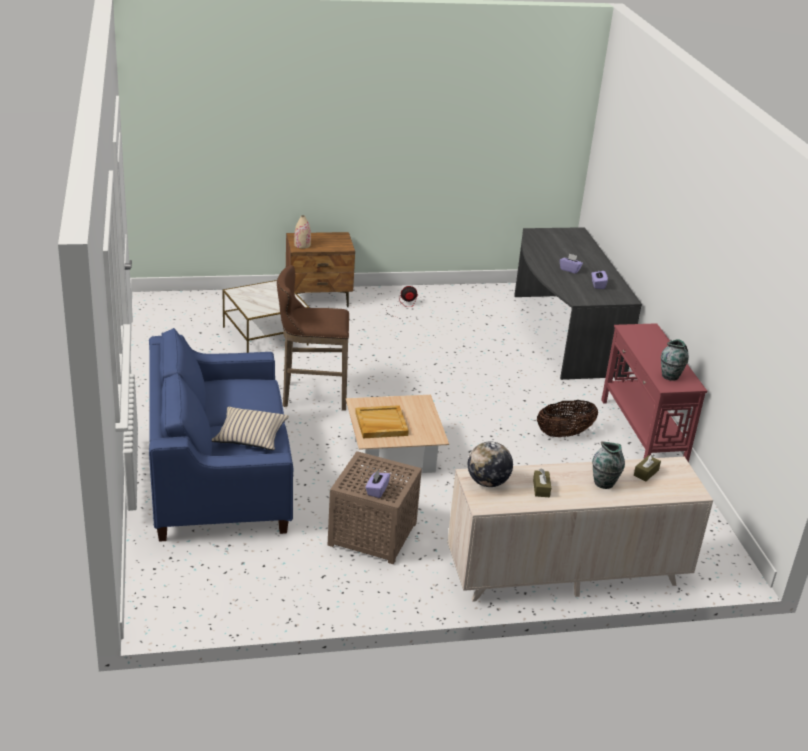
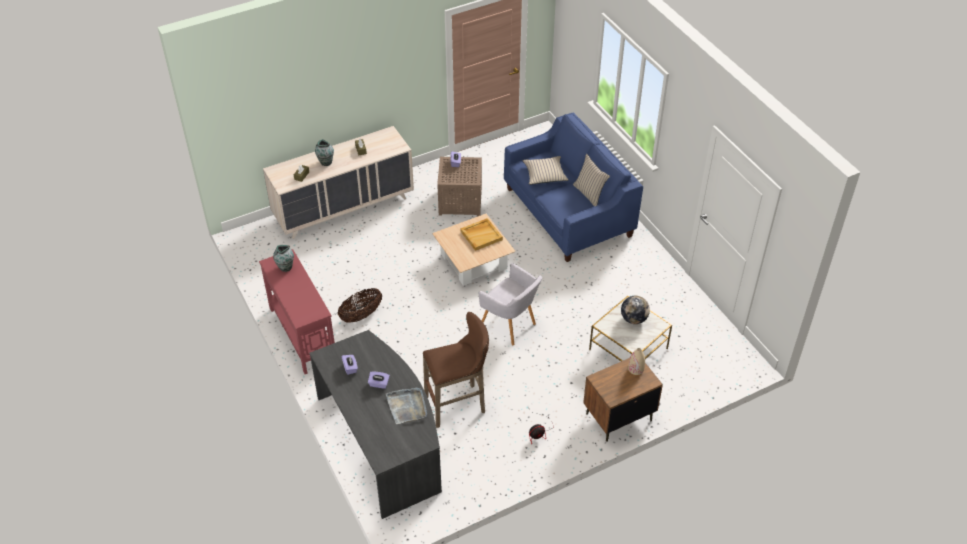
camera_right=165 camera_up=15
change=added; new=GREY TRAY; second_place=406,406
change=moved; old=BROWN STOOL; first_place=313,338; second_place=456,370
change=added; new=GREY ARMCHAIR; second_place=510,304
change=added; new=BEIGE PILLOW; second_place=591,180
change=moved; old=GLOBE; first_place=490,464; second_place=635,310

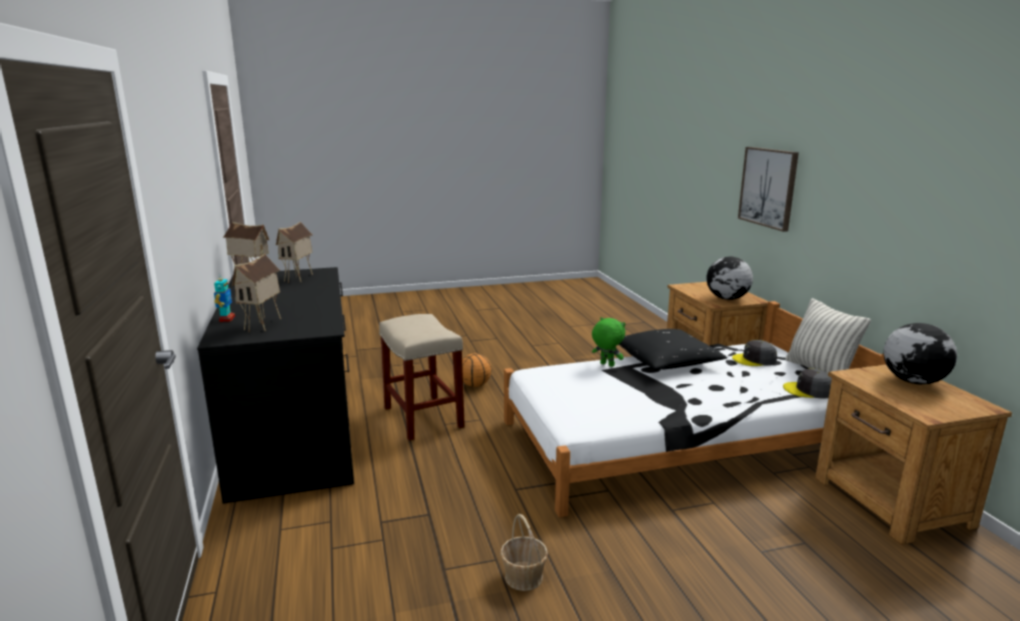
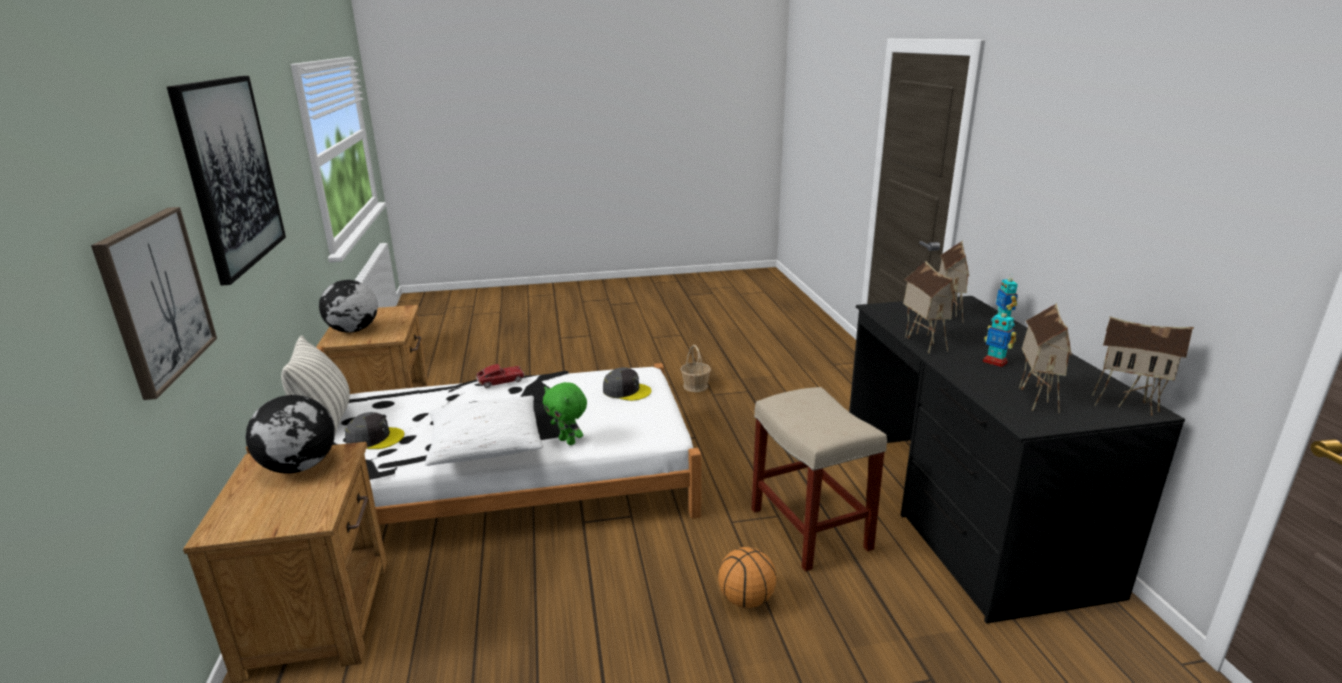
camera_right=-175 camera_up=5
change=added; new=PICTURE; second_place=226,181
change=recoloured; old=BLACK PILLOW; new=WHITE PILLOW; first_place=673,349; second_place=484,431
change=added; new=TOY CAR; second_place=500,376
change=moved; old=GREY CAP; first_place=807,384; second_place=627,384
change=added; new=TOY HOUSE; second_place=929,307
change=added; new=TOY ROBOT; second_place=999,337

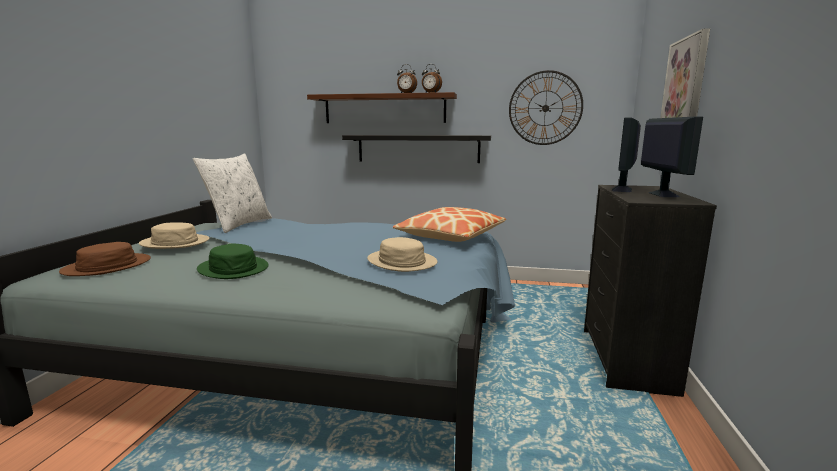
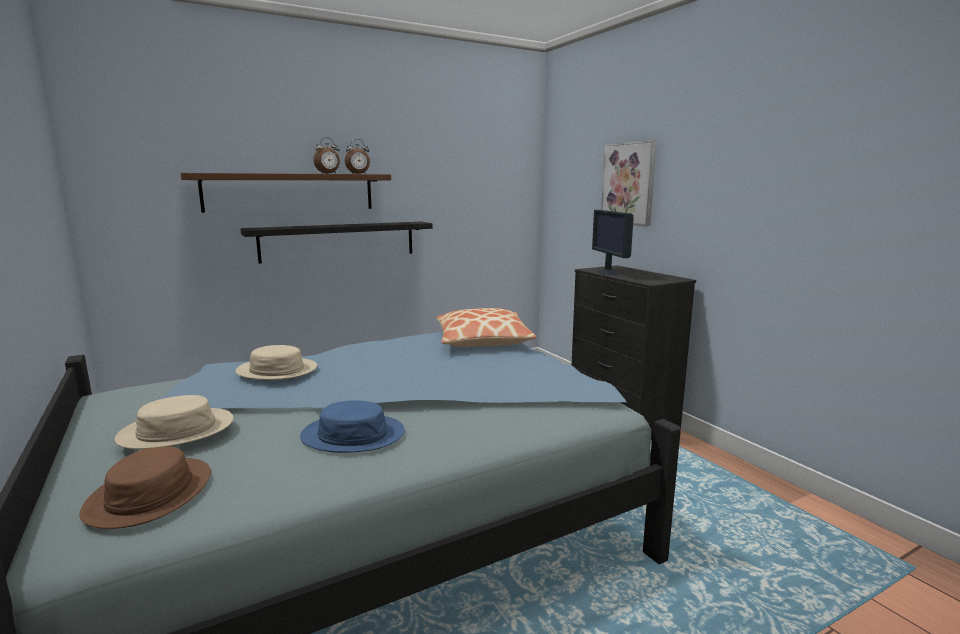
camera_right=-40 camera_up=0
change=moved; old=BEIGE HAT; first_place=402,254; second_place=276,362
change=recoloured; old=GREEN HAT; new=BLUE HAT; first_place=233,261; second_place=352,426
change=removed; old=WHITE PILLOW; first_place=232,193
change=removed; old=WALL CLOCK; first_place=546,107
change=removed; old=MONITOR; first_place=672,156

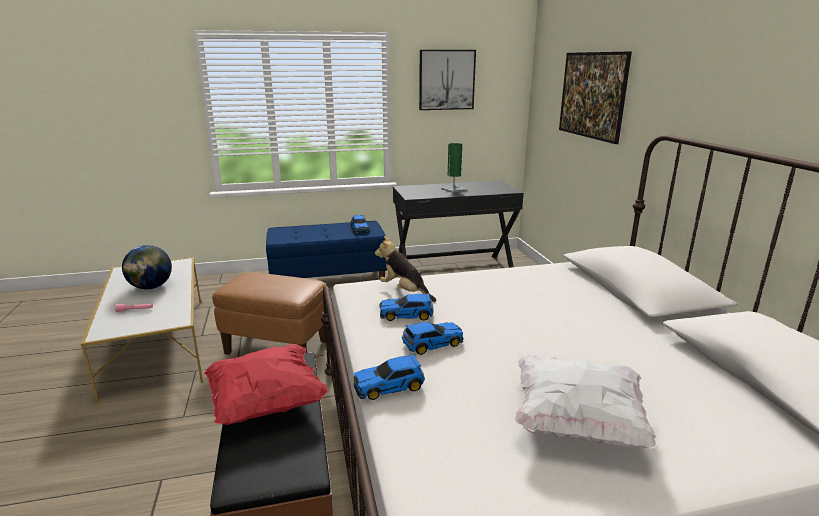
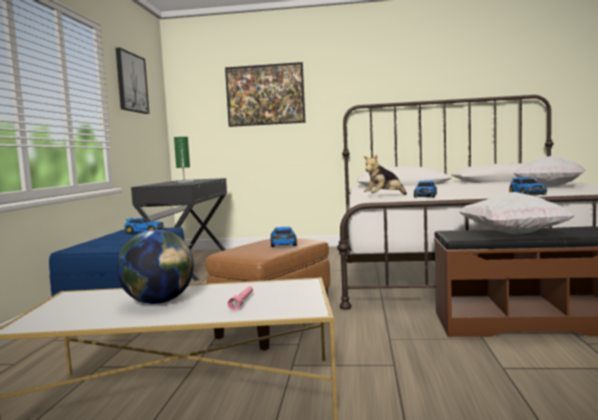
camera_right=-70 camera_up=-15
change=moved; old=TOY CAR; first_place=433,338; second_place=284,237
change=recoloured; old=RED PILLOW; new=WHITE PILLOW; first_place=265,384; second_place=517,213

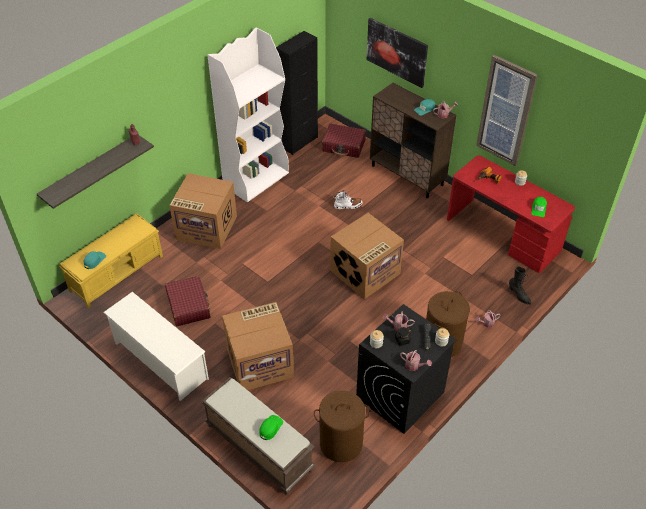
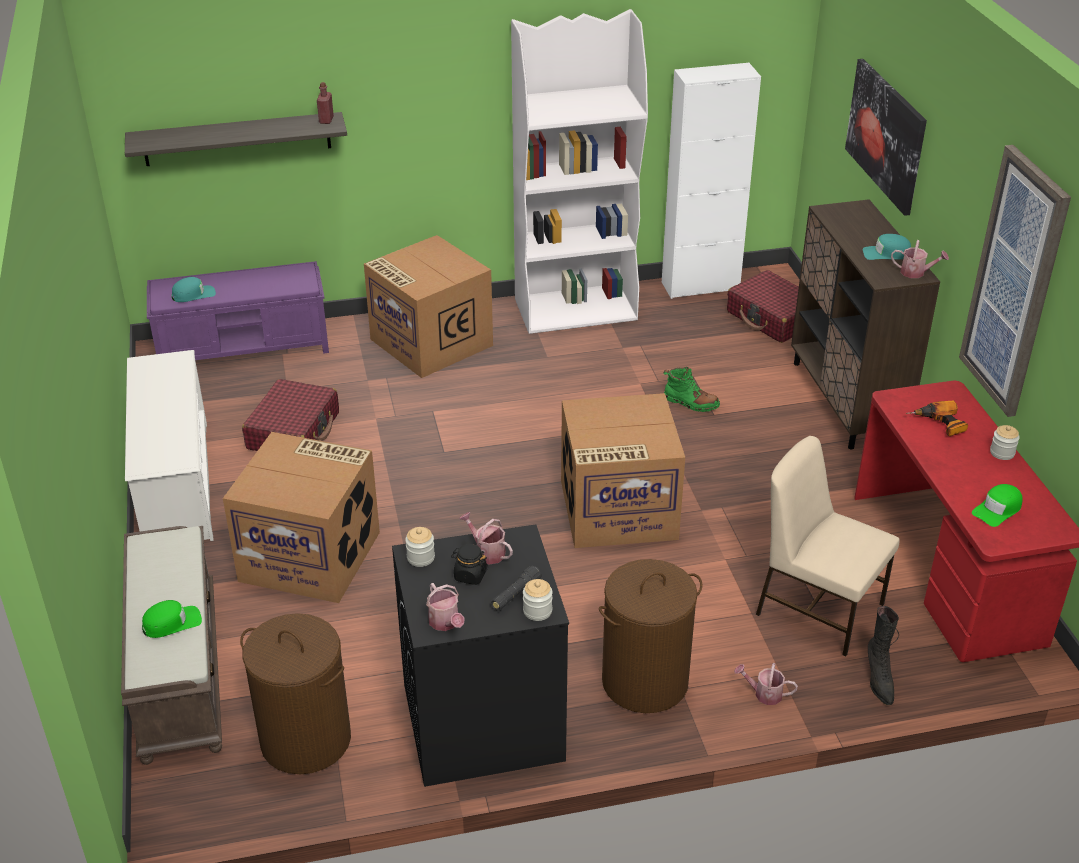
camera_right=35 camera_up=-10
change=recoloured; old=YELLOW BENCH; new=PURPLE BENCH; first_place=111,261; second_place=238,310
change=recoloured; old=BLACK CABINET; new=WHITE CABINET; first_place=297,93; second_place=711,181
change=recoloured; old=WHITE BOOT; new=GREEN BOOT; first_place=348,200; second_place=692,389
change=added; new=BEIGE CHAIR; second_place=828,546

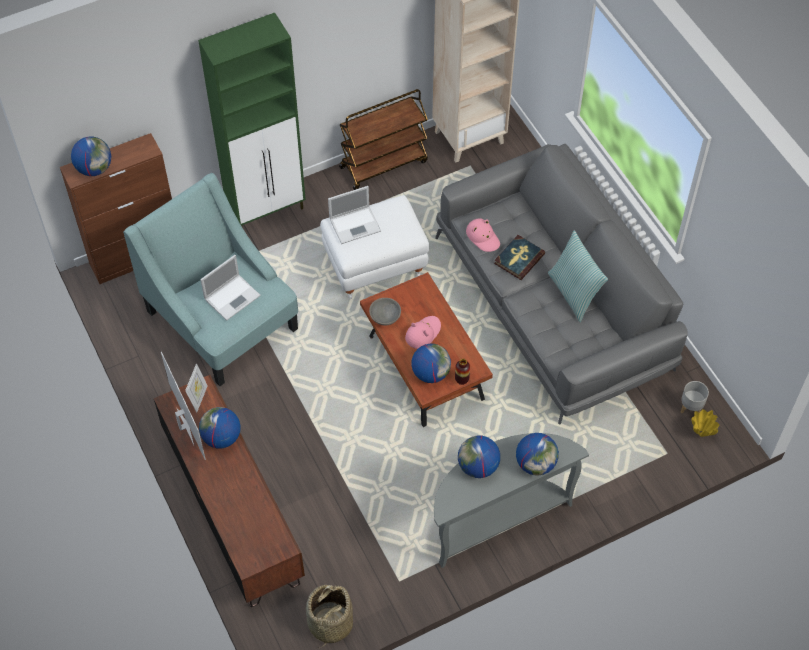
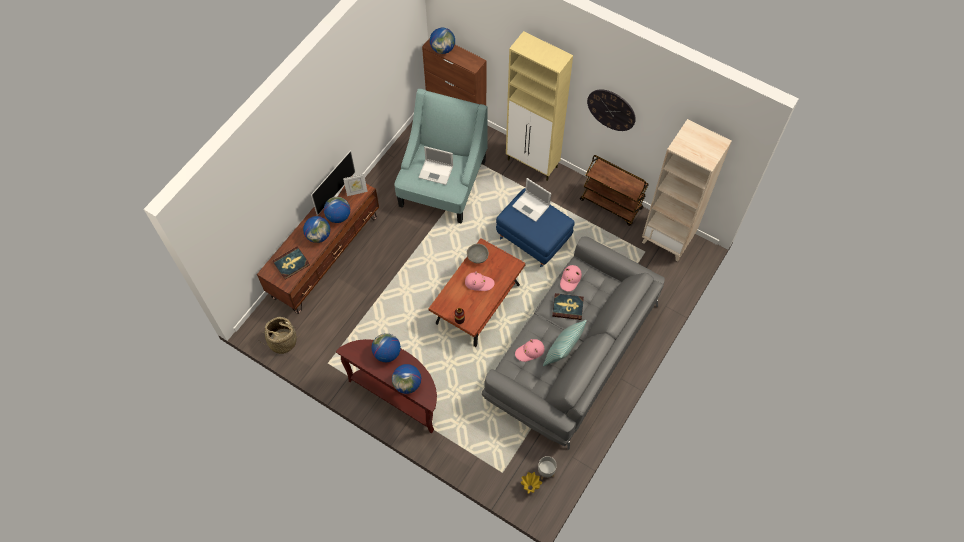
camera_right=60 camera_up=5
change=added; new=BOOK; second_place=291,263
change=moved; old=GLOBE; first_place=431,363; second_place=316,229
change=recoloured; old=GREY CONSOLE TABLE; new=BROWN CONSOLE TABLE; first_place=511,500; second_place=386,386
change=recoloured; old=WHITE OTTOMAN; new=BLUE OTTOMAN; first_place=374,247; second_place=535,227
change=recoloured; old=GREEN CABINET; new=BEIGE CABINET; first_place=252,119; second_place=539,106
change=added; new=PINK HAT; second_place=530,350
change=added; new=WALL CLOCK; second_place=611,110

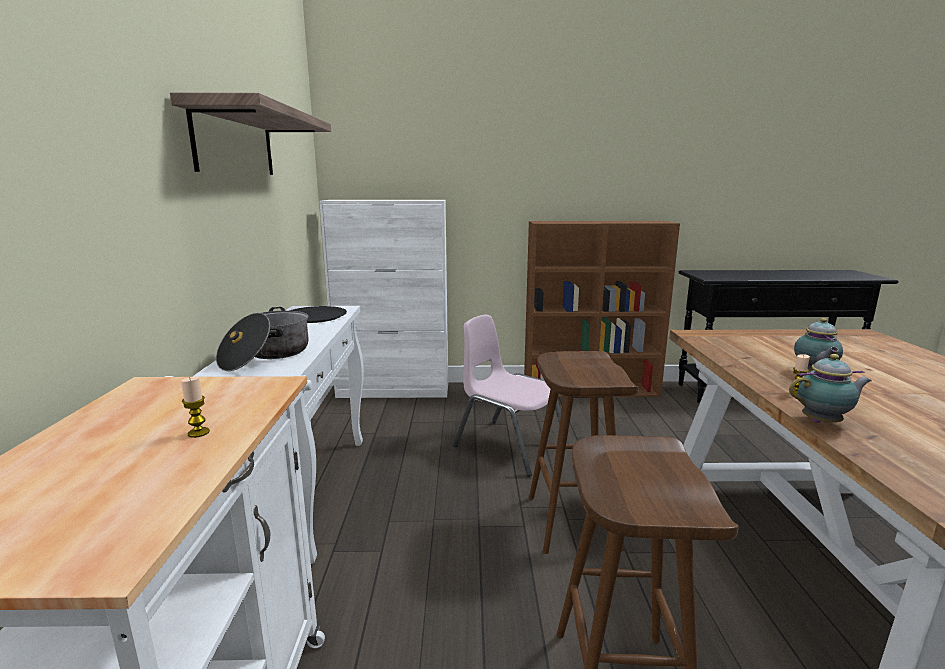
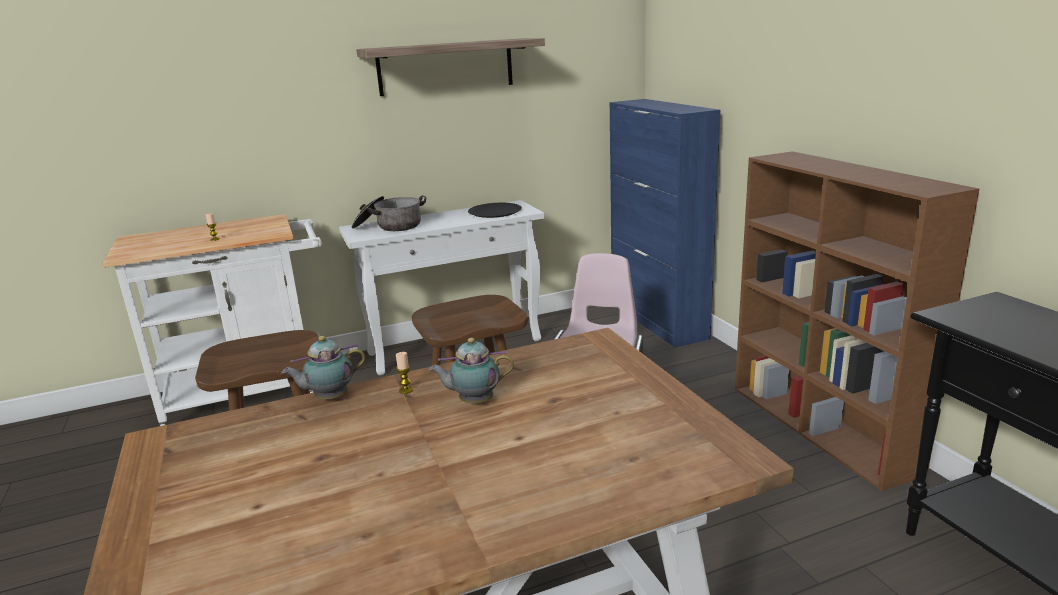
camera_right=70 camera_up=5
change=turned; old=TEAPOT; first_place=830,388; second_place=324,368; degrees=90
change=recoloured; old=WHITE CABINET; new=BLUE CABINET; first_place=383,299; second_place=665,223

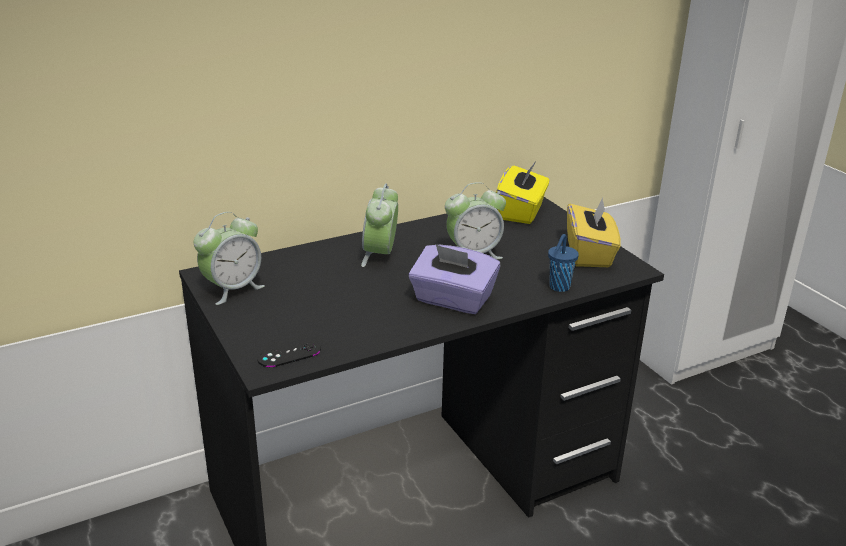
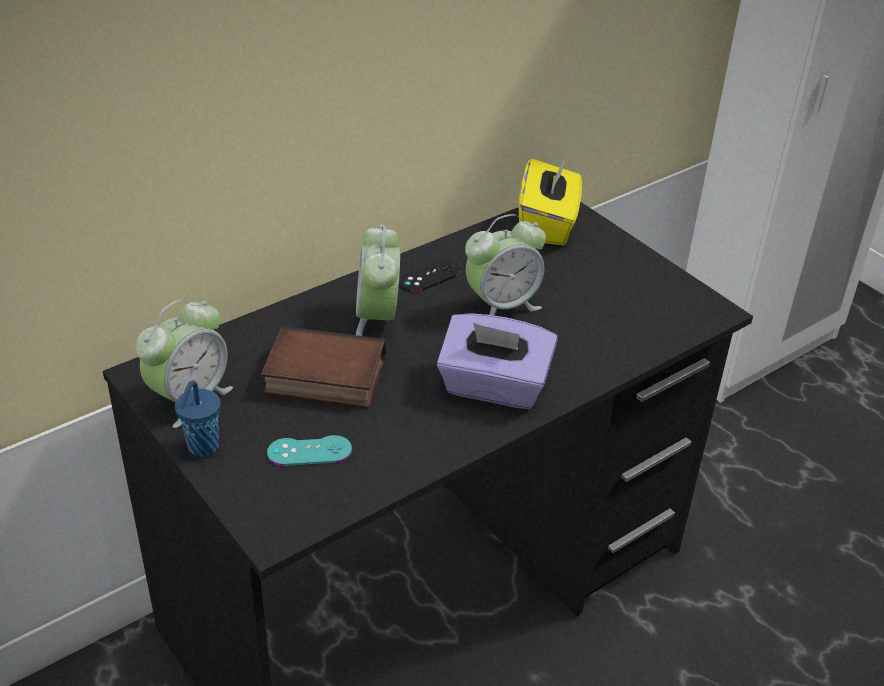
camera_right=-10 camera_up=10
change=moved; old=BLUE CUP; first_place=563,263; second_place=198,418
change=added; new=BOOK; second_place=323,367
change=added; new=TURQUOISE GAME CONTROLLER; second_place=309,450
change=moved; old=BLACK GAME CONTROLLER; first_place=289,353; second_place=430,275
change=removed; old=YELLOW TISSUE BOX; first_place=594,232

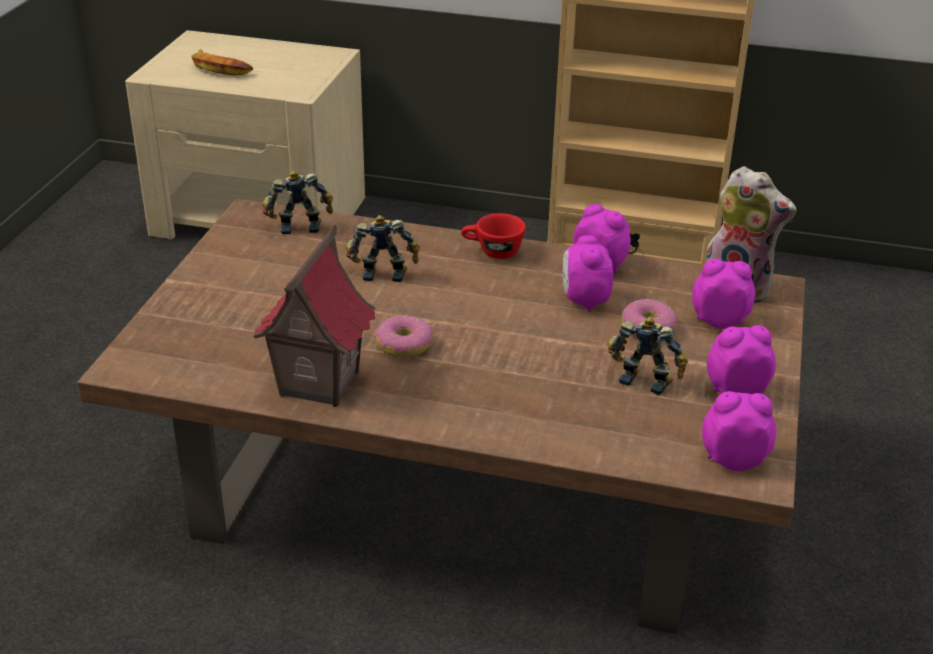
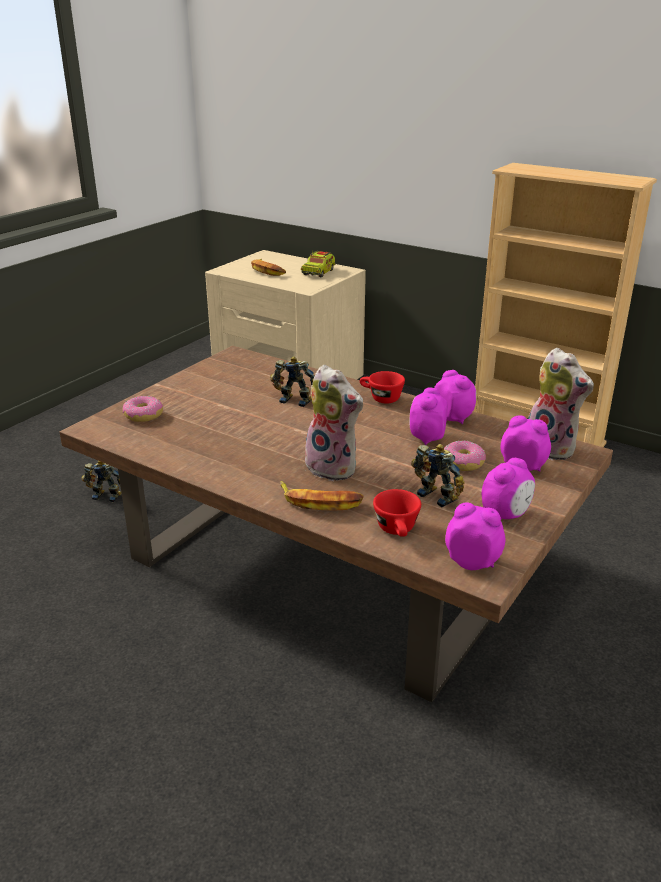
camera_right=20 camera_up=-5
change=moved; old=TOY ROBOT; first_place=297,202; second_place=101,481
change=moved; old=DONUT; first_place=404,336; second_place=142,409
change=added; new=BANANA; second_place=322,495
change=added; new=TOY TRUCK; second_place=318,264
change=added; new=PLUSH TOY; second_place=334,423
change=added; new=RED CUP; second_place=397,513
change=turned; old=ALARM CLOCK; first_place=741,359; second_place=508,488; degrees=120
change=removed; old=TOY HOUSE; first_place=314,315

